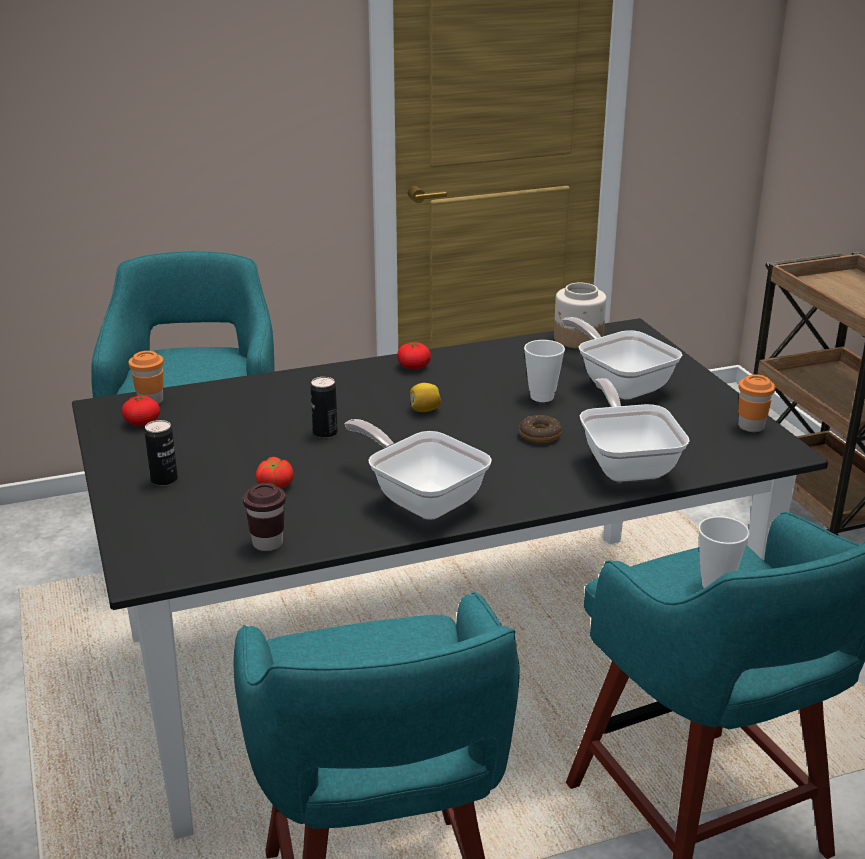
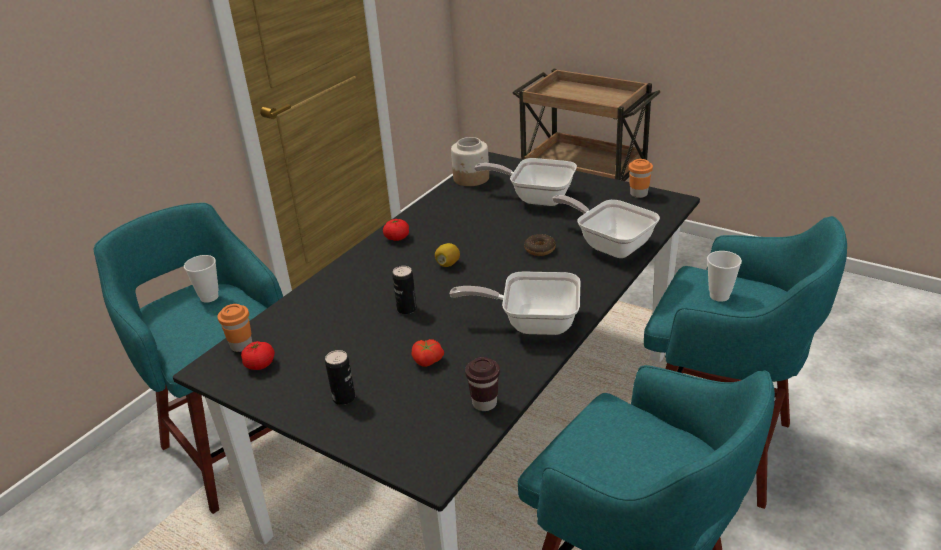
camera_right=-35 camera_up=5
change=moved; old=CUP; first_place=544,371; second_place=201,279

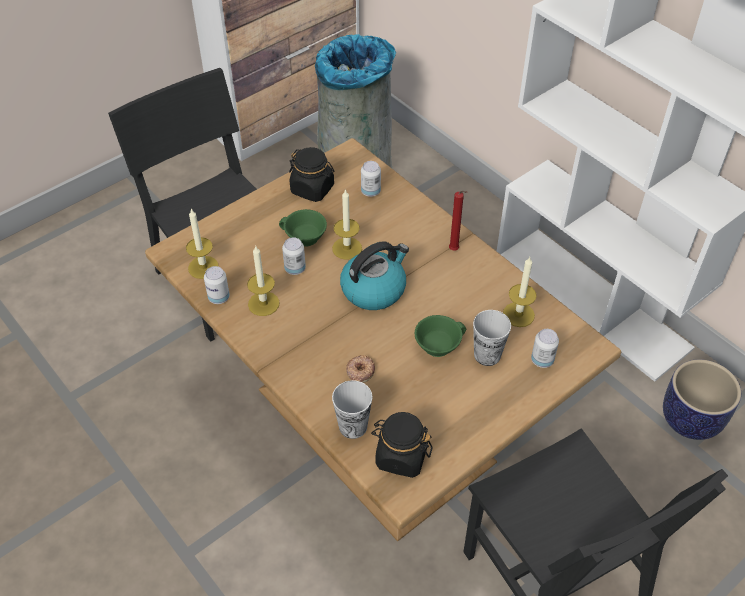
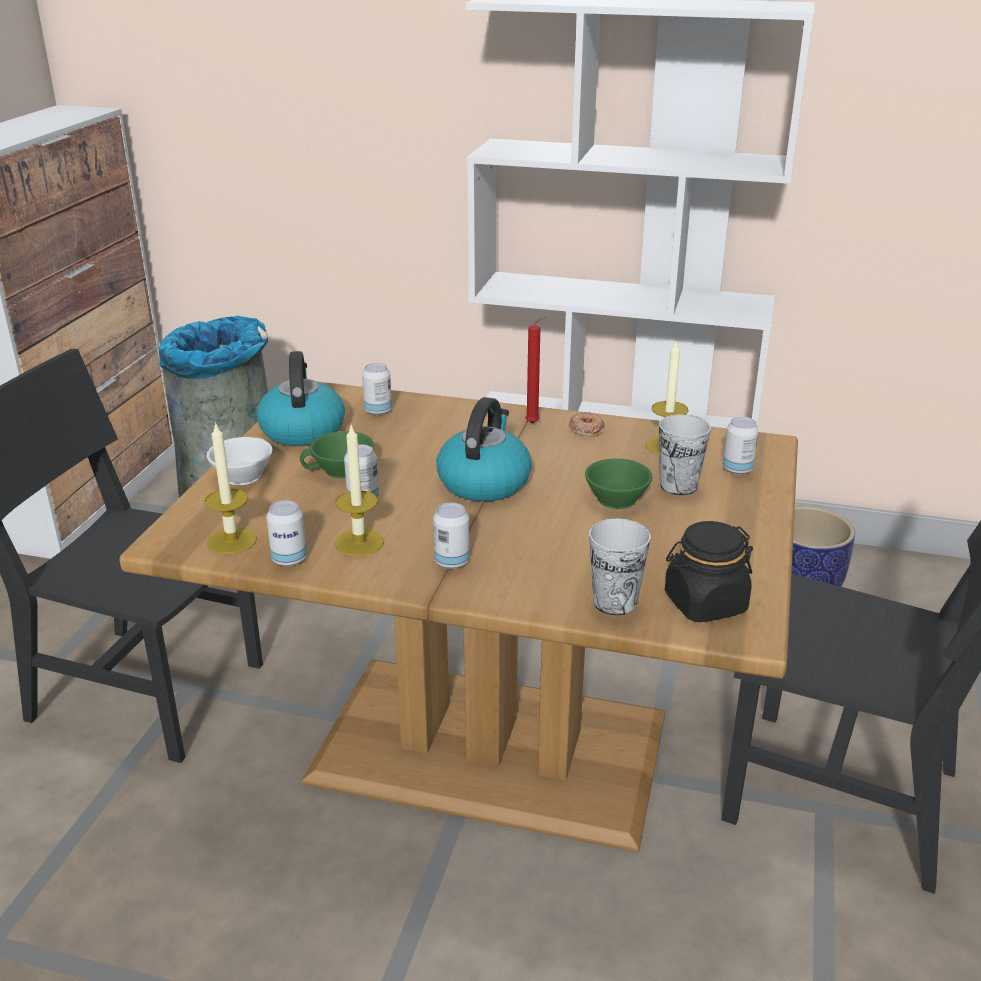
camera_right=-35 camera_up=-20
change=added; new=WHITE CUP; second_place=239,461
change=replaced; old=BLACK JAR; new=KETTLE; first_place=311,174; second_place=301,398
change=added; new=CAN; second_place=451,536
change=moved; old=DONUT; first_place=360,369; second_place=587,424
change=removed; old=CANDLE; first_place=347,224

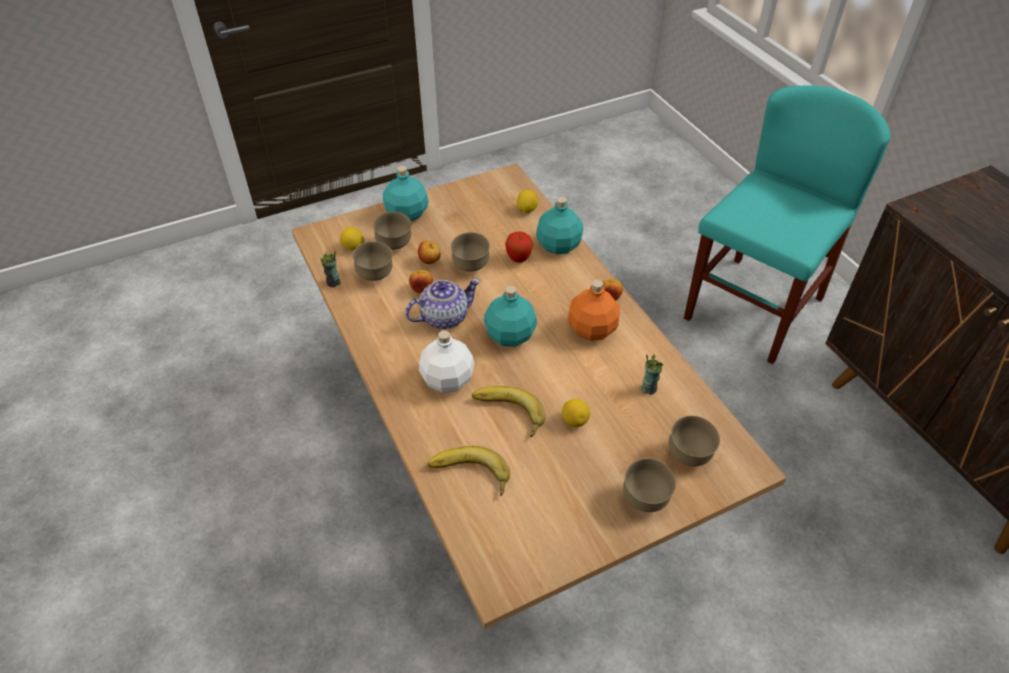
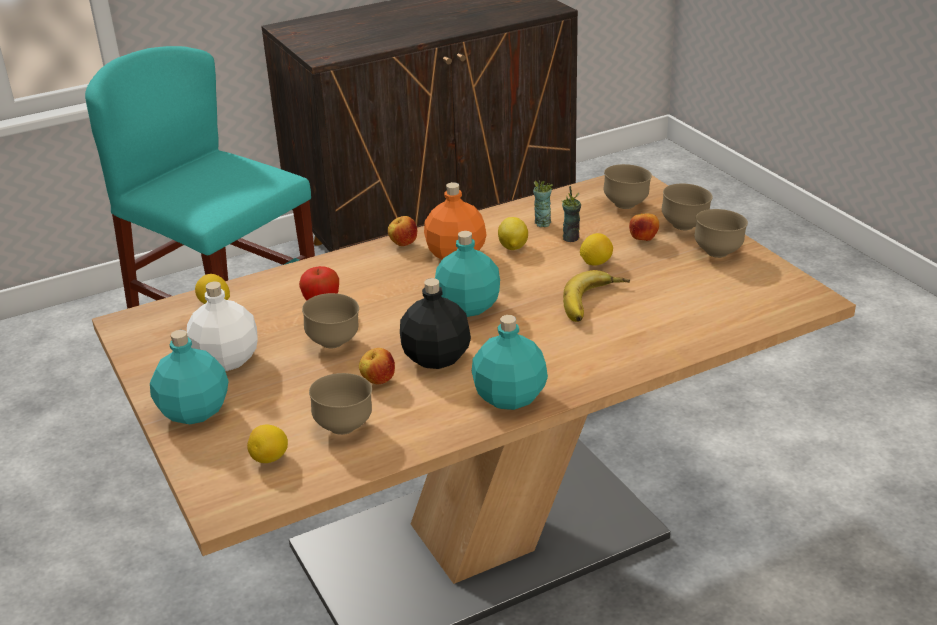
camera_right=-90 camera_up=-15
change=moved; old=WHITE BOTTLE; first_place=446,361; second_place=222,326
change=replaced; old=TEAPOT; new=BLACK BOTTLE; first_place=442,304; second_place=435,323
change=moved; old=TURQUOISE BOTTLE; first_place=559,225; second_place=510,362
change=added; new=LEMON; second_place=513,233
change=moved; old=CUP; first_place=330,269; second_place=571,214
change=moved; old=APPLE; first_place=429,252; second_place=644,227
change=moved; old=BROWN BOWL; first_place=392,231; second_place=721,233
change=removed; old=BANANA; first_place=469,471

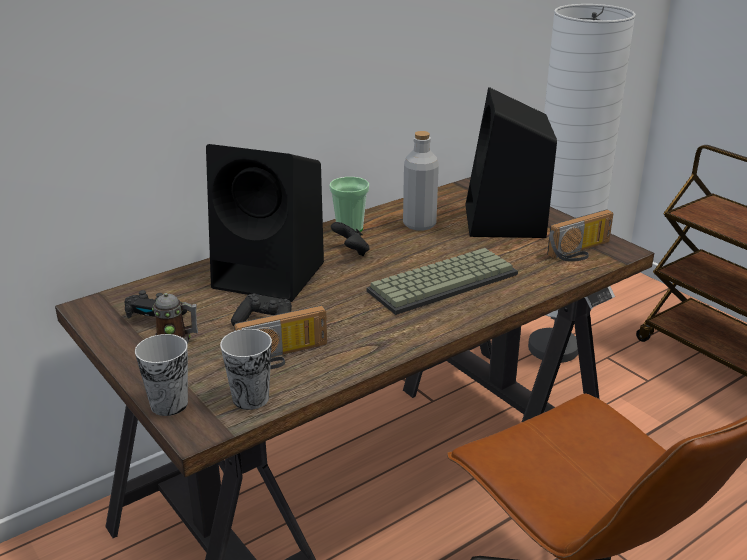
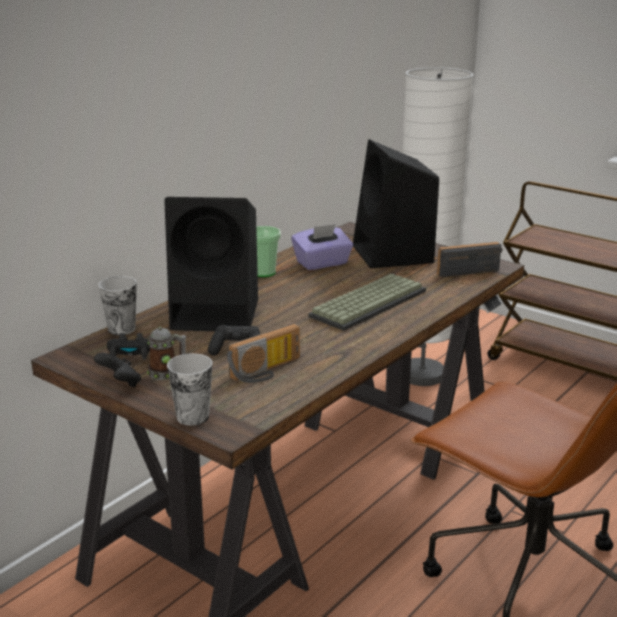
camera_right=-15 camera_up=-5
change=moved; old=BLACK GAME CONTROLLER; first_place=350,239; second_place=117,370
change=moved; old=CUP; first_place=246,369; second_place=117,305
change=replaced; old=GREY BOTTLE; new=PURPLE TISSUE BOX; first_place=421,181; second_place=322,247
change=turned; old=RADIO; first_place=580,236; second_place=470,259; degrees=-150

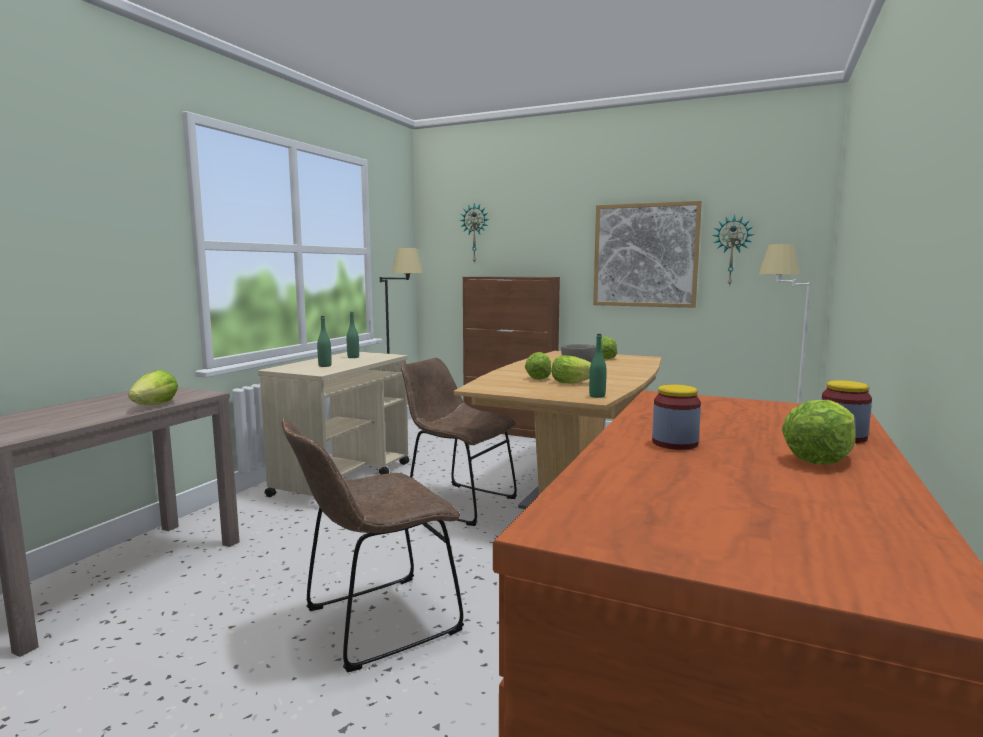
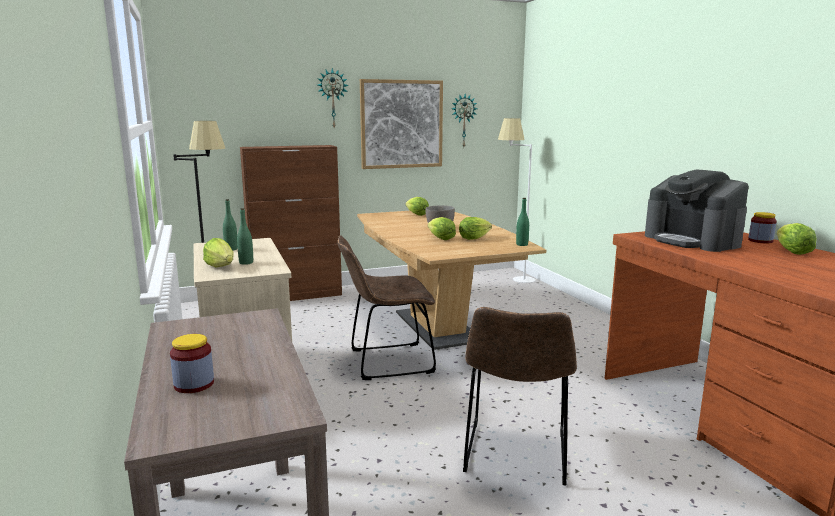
camera_right=-45 camera_up=5
change=moved; old=JAR; first_place=676,417; second_place=192,363
change=moved; old=LETTUCE; first_place=153,387; second_place=218,252
change=moved; old=WALL CLOCK; first_place=474,233; second_place=333,97
change=added; new=COFFEE MACHINE; second_place=697,211

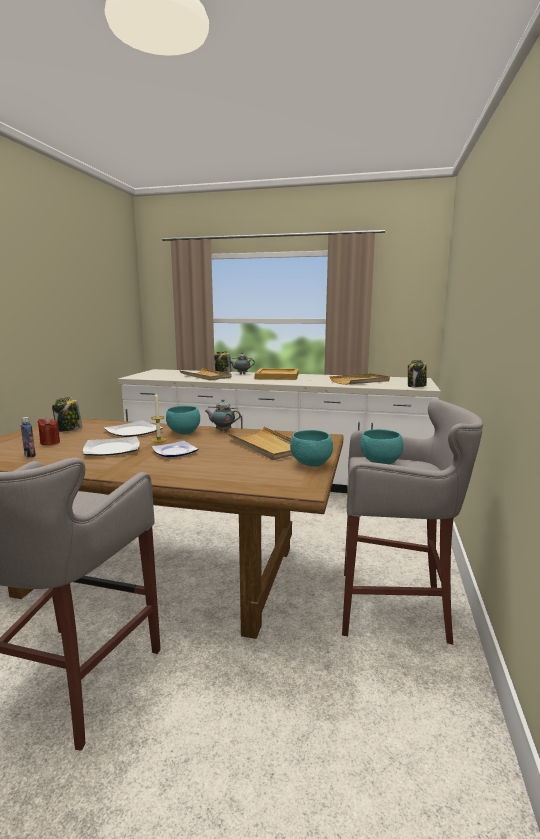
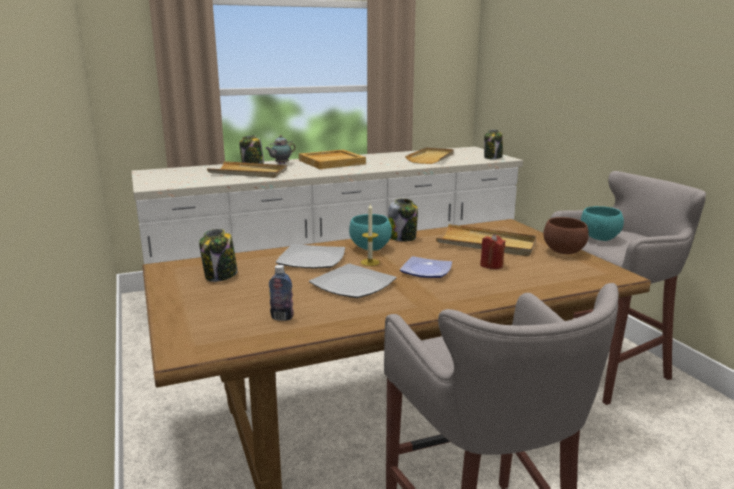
camera_right=-35 camera_up=5
change=replaced; old=TEAPOT; new=JAR; first_place=223,415; second_place=403,220
change=moved; old=RED CANDLE; first_place=48,431; second_place=492,251
change=recoloured; old=TURQUOISE BOWL; new=BROWN BOWL; first_place=311,448; second_place=566,235

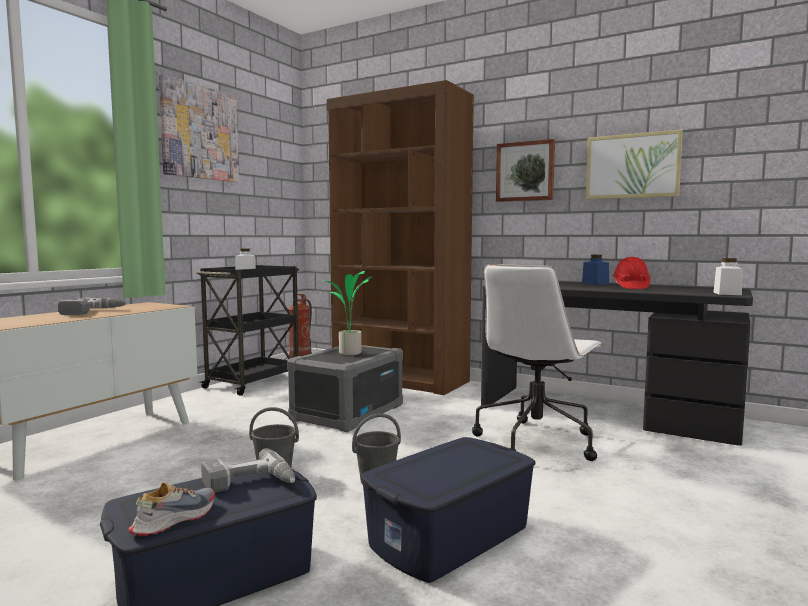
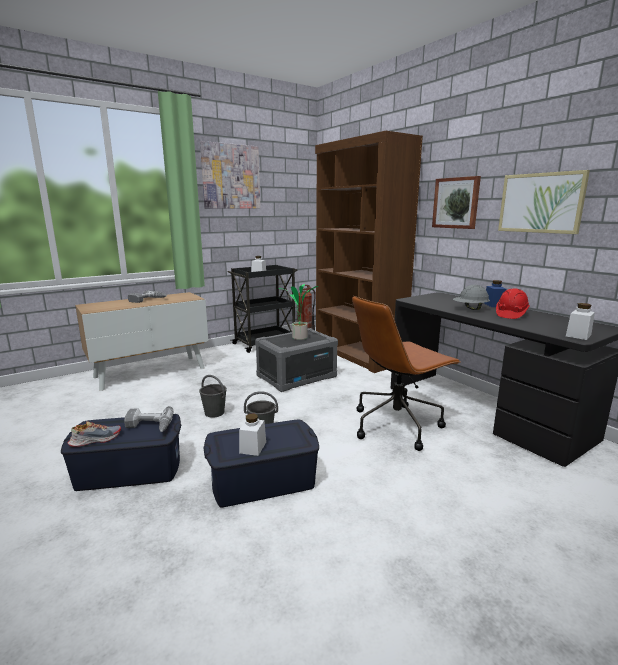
camera_right=25 camera_up=10
change=added; new=WHITE JAR; second_place=252,434
change=recoloured; old=WHITE OFFICE CHAIR; new=BROWN OFFICE CHAIR; first_place=537,362; second_place=406,373
change=added; new=GREY HARD HAT; second_place=471,297

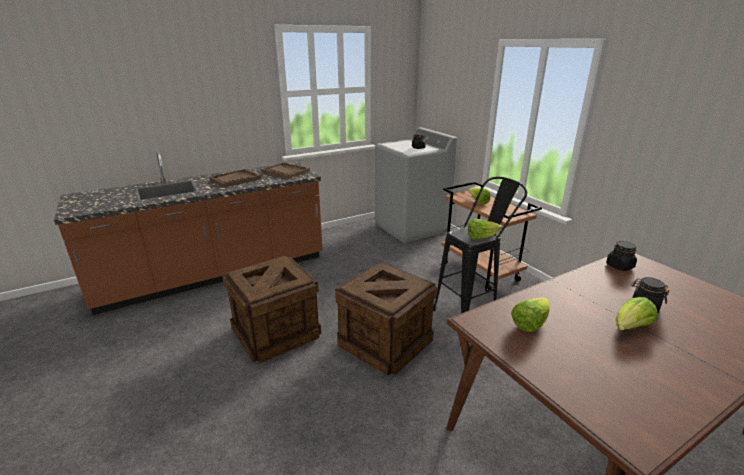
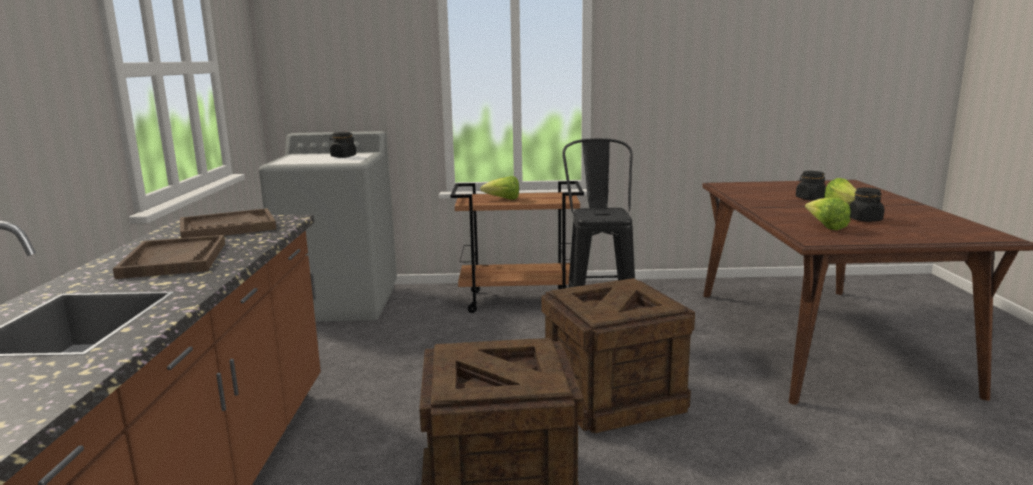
camera_right=-60 camera_up=-10
change=moved; old=BLACK JAR; first_place=621,256; second_place=866,205
change=removed; old=LETTUCE; first_place=485,229

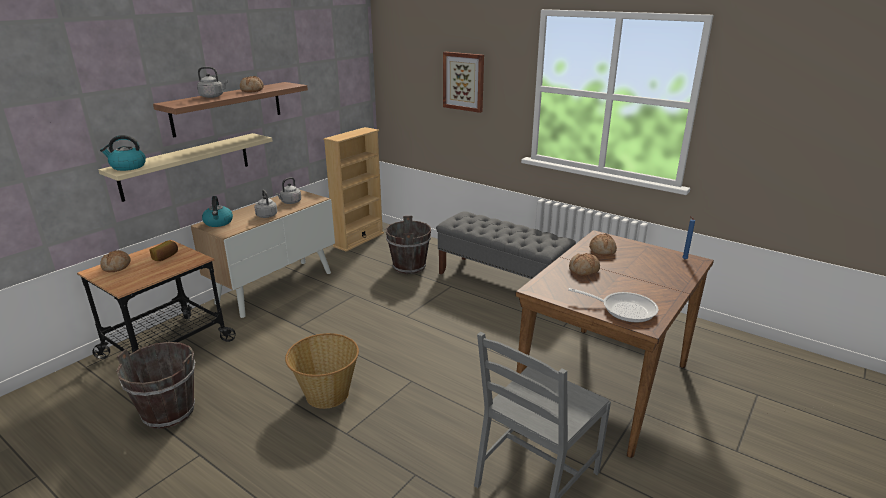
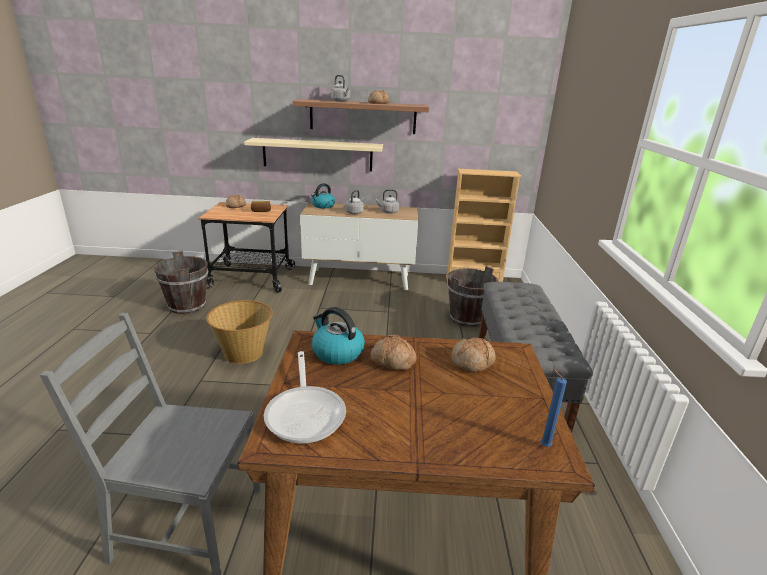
camera_right=55 camera_up=0
change=moved; old=KETTLE; first_place=123,153; second_place=338,336
change=removed; old=PICTURE; first_place=463,82

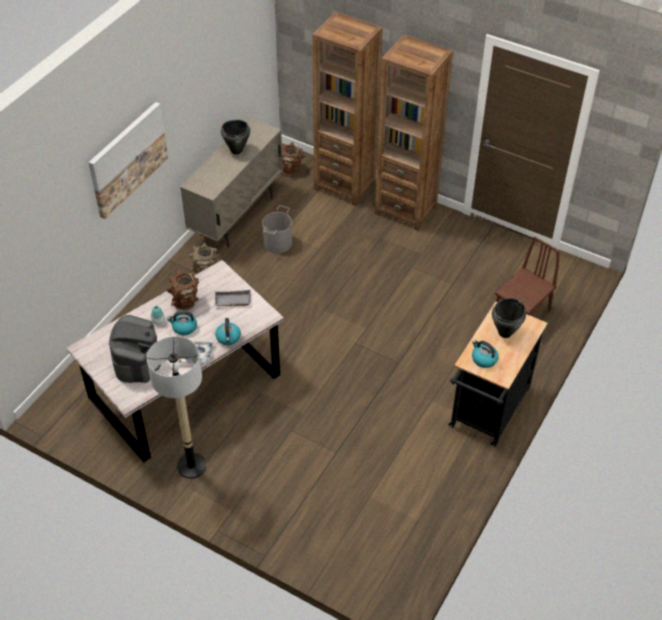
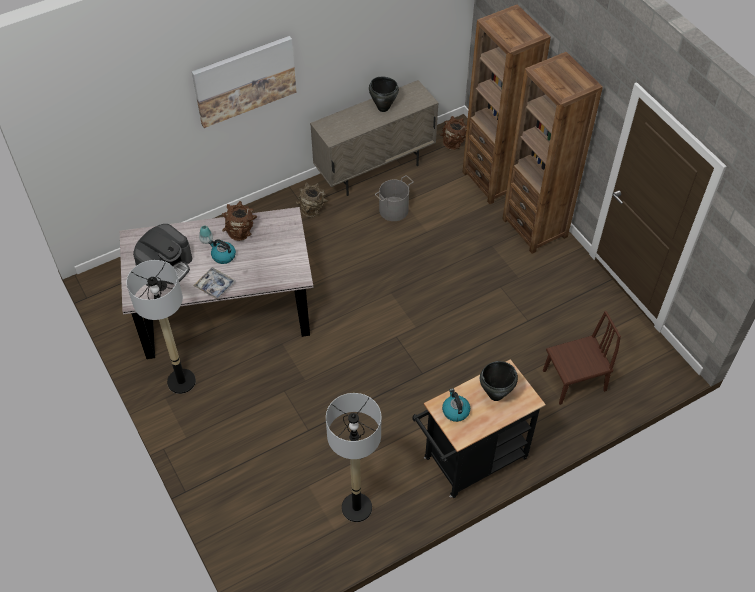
camera_right=30 camera_up=5
change=added; new=FLOOR LAMP; second_place=353,457
change=removed; old=GREY TRAY; first_place=233,297
change=removed; old=KETTLE; first_place=228,331

